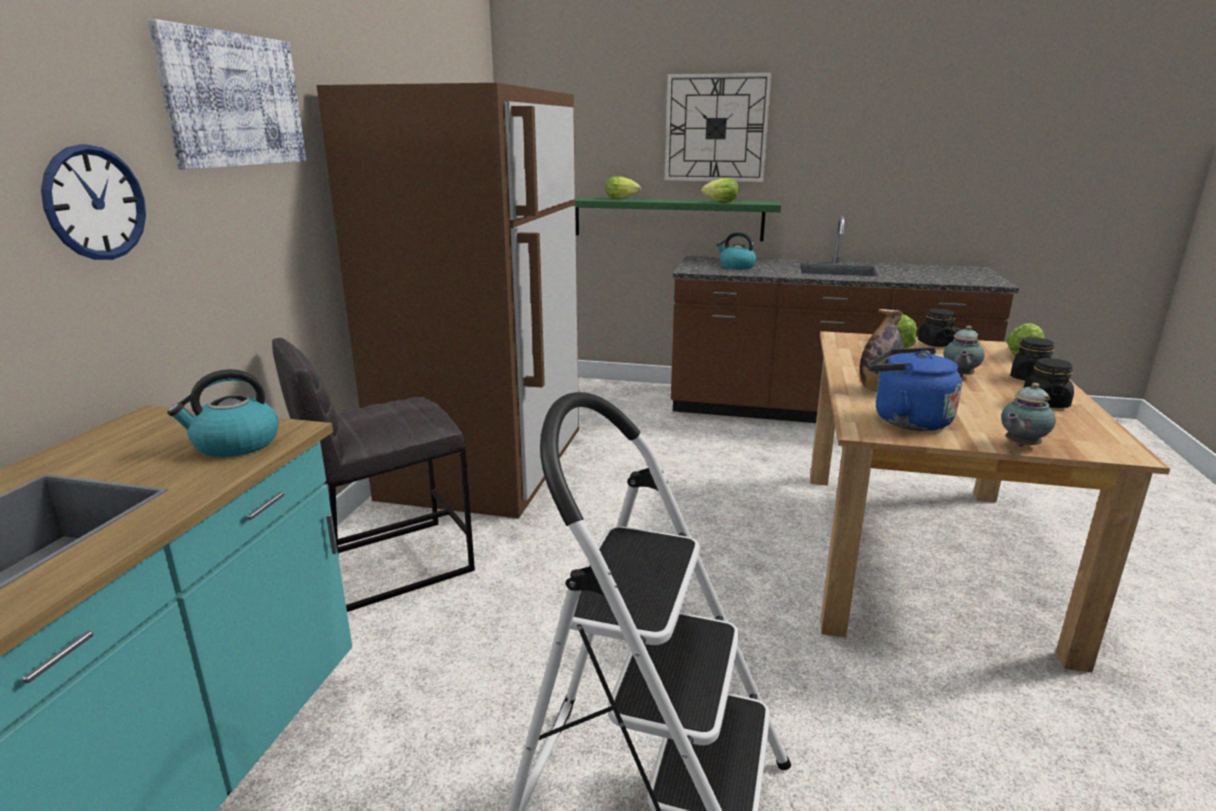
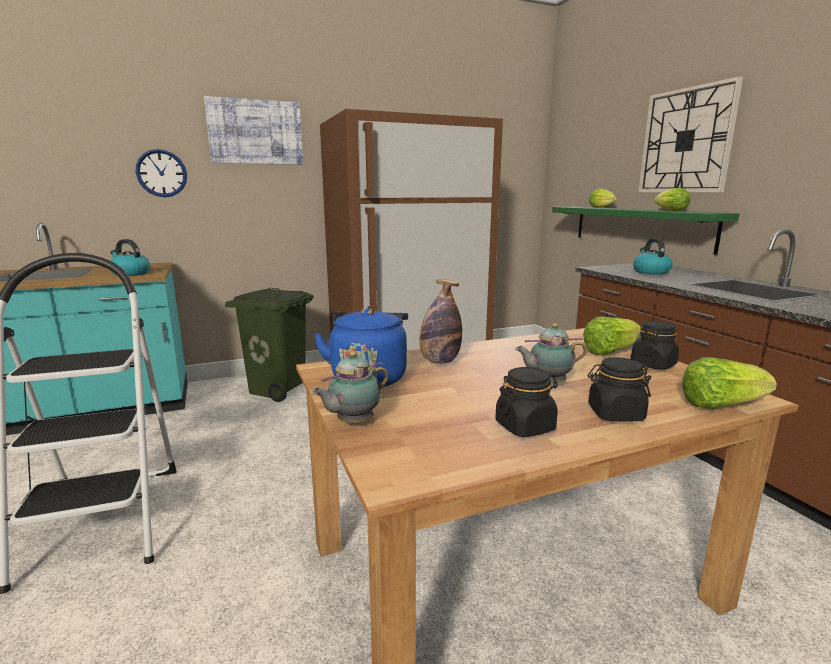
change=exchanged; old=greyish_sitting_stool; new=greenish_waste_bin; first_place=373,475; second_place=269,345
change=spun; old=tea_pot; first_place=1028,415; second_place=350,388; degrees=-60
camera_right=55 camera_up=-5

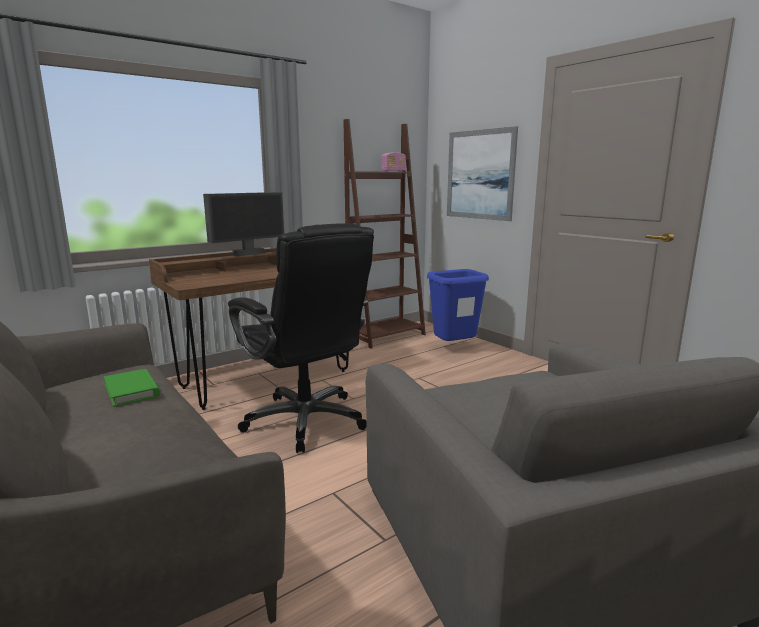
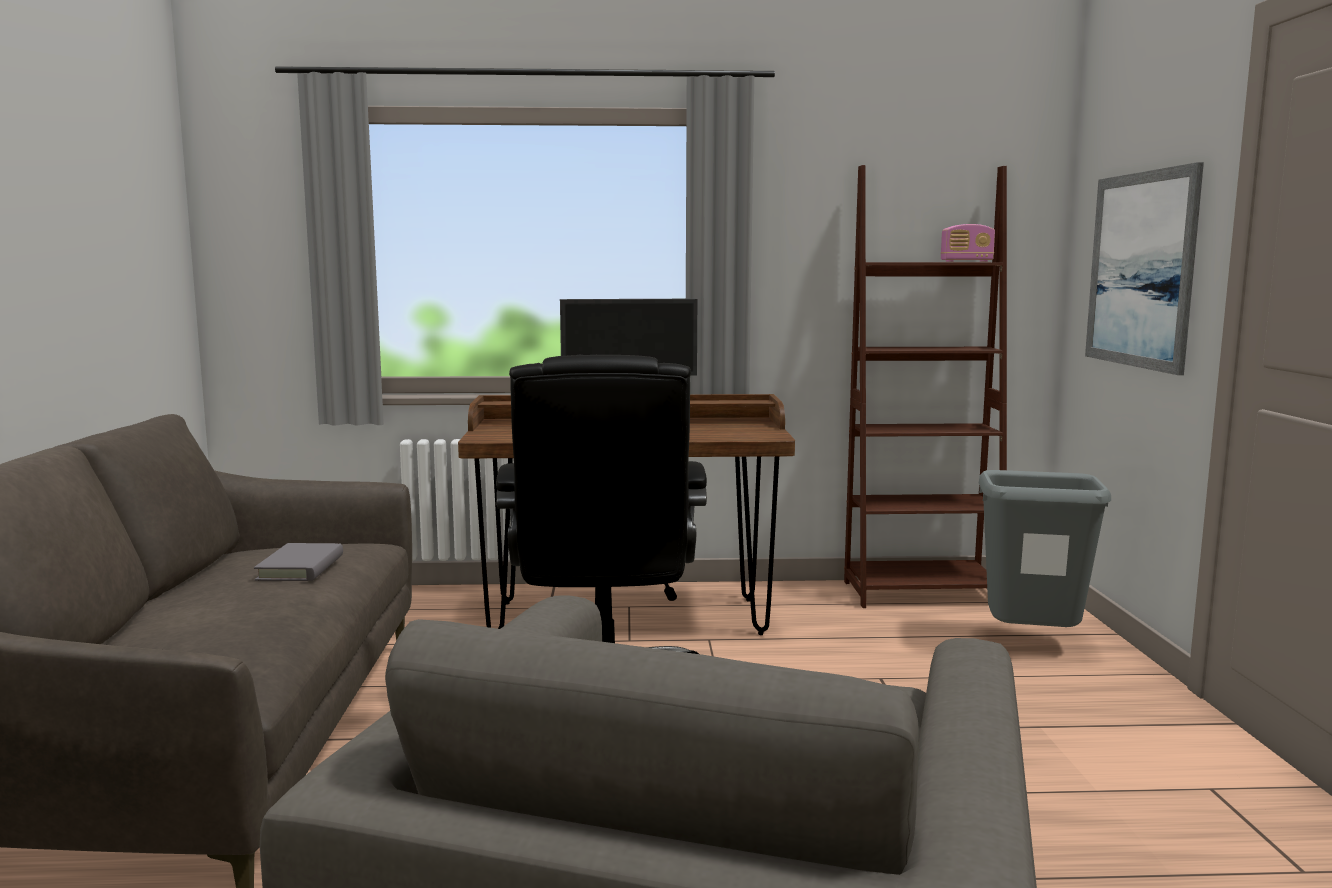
change=colour; old=blue_waste_bin; new=greyish_waste_bin; first_place=458,305; second_place=1045,548
change=colour; old=greenish_bound_book; new=greyish_bound_book; first_place=132,388; second_place=298,562
camera_right=35 camera_up=-5

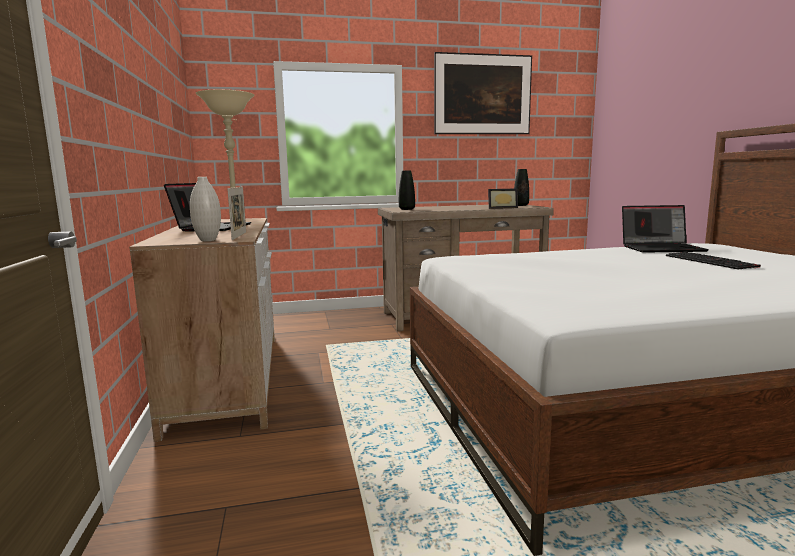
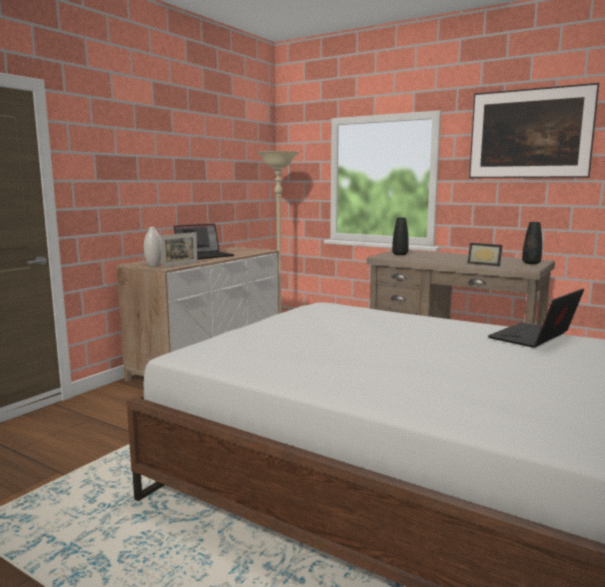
change=spun; old=laptop; first_place=665,229; second_place=536,318; degrees=90
change=missing; old=computer_keyboard; first_place=713,260
camera_right=45 camera_up=0

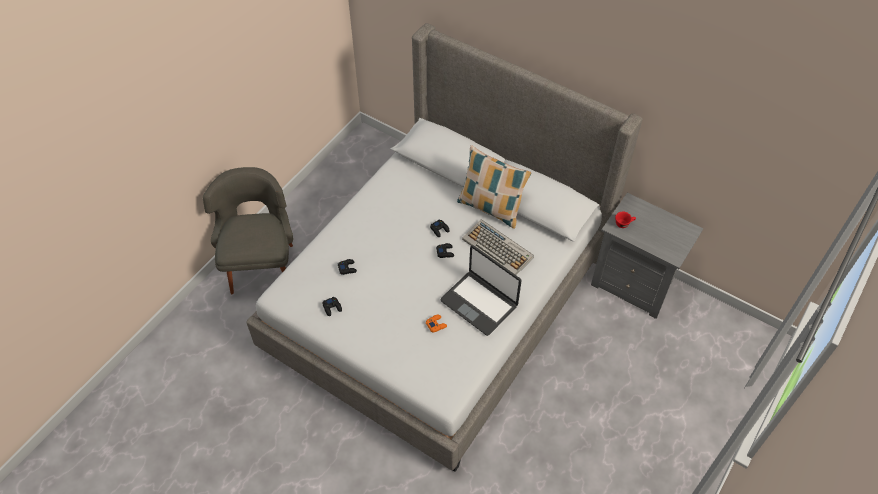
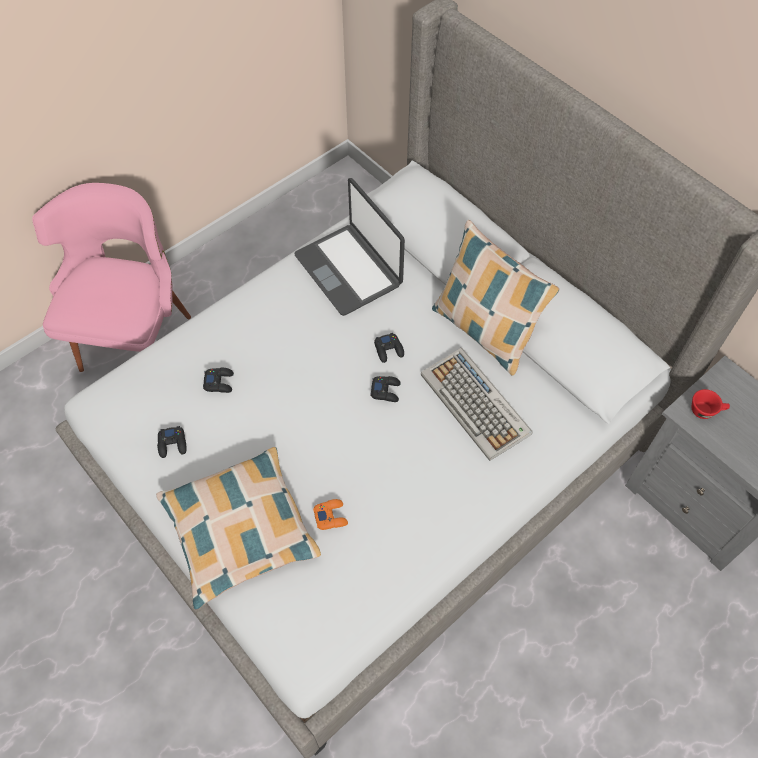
change=colour; old=greyish_plain_chair; new=pink-coloured_plain_chair; first_place=248,230; second_place=111,277
change=relocated; old=laptop; first_place=481,290; second_place=349,247
change=appeared; new=pillow; second_place=238,528
camera_right=15 camera_up=5

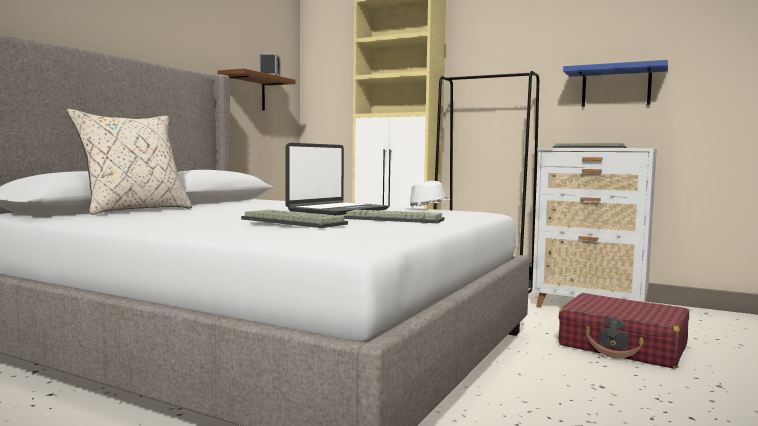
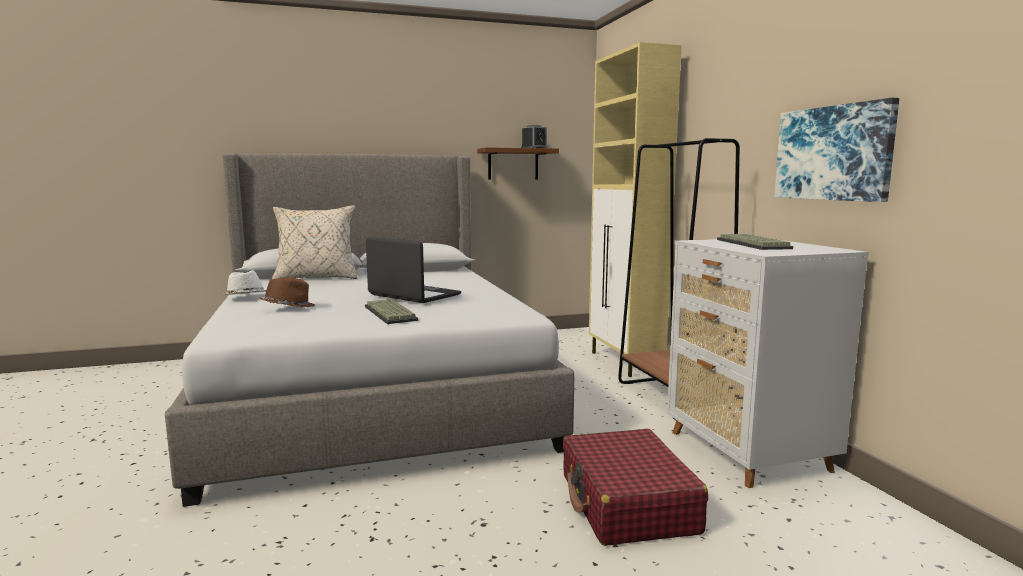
change=exchanged; old=blue_shelf; new=wall_picture; first_place=615,83; second_place=836,150
change=spun; old=laptop; first_place=337,179; second_place=413,270; degrees=-135
change=relocated; old=white_hat; first_place=428,194; second_place=244,282
change=exchanged; old=computer_keyboard; new=brownish_hat; first_place=294,219; second_place=288,292
camera_right=45 camera_up=5

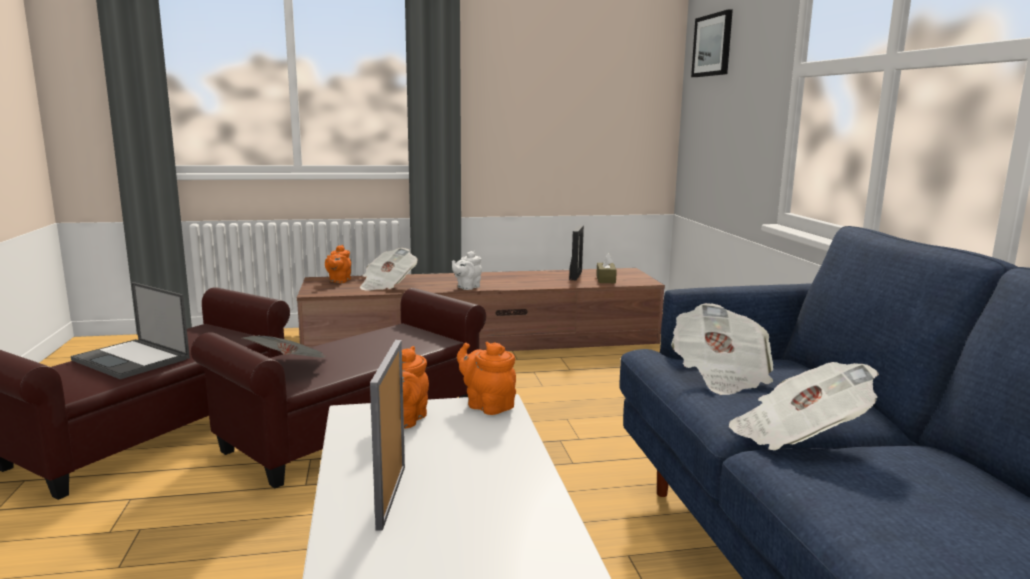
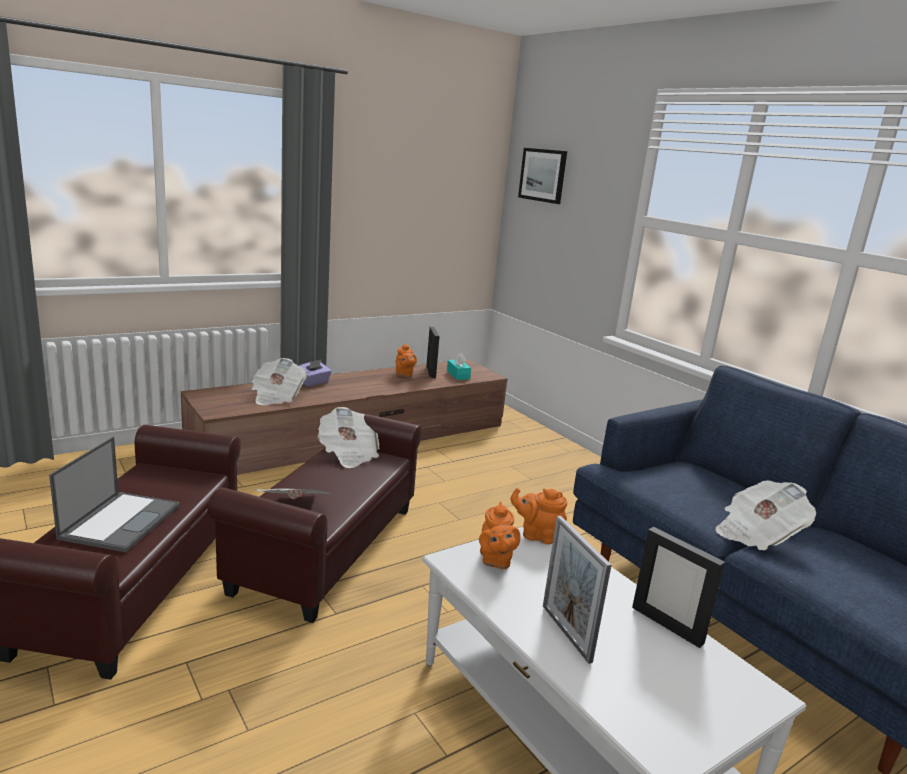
change=relocated; old=orange_tea_pot; first_place=338,264; second_place=406,360
change=missing; old=white_tea_pot; first_place=467,270
change=colour; old=brownish_tissue_box; new=blue-green_tissue_box; first_place=606,268; second_place=459,366
change=spun; old=laptop; first_place=130,330; second_place=114,494; degrees=-90
change=relocated; old=printed_paper; first_place=722,349; second_place=348,437
change=appeared; new=purple-coloured_tissue_box; second_place=315,373
change=appeared; new=picture_frame; second_place=678,587
camera_right=-25 camera_up=5

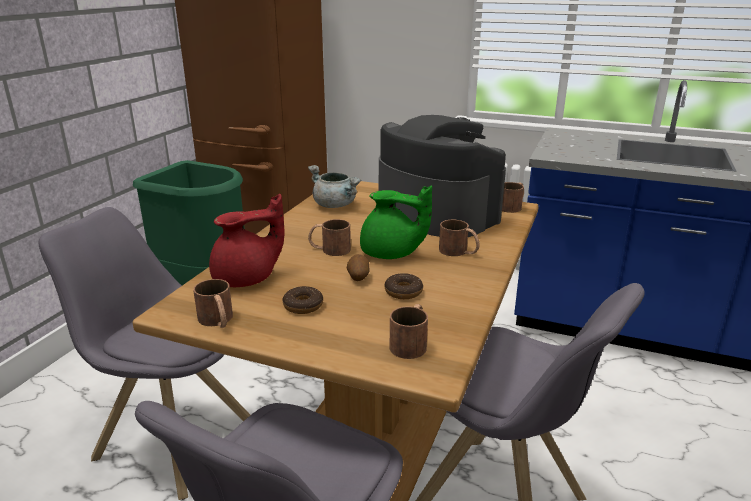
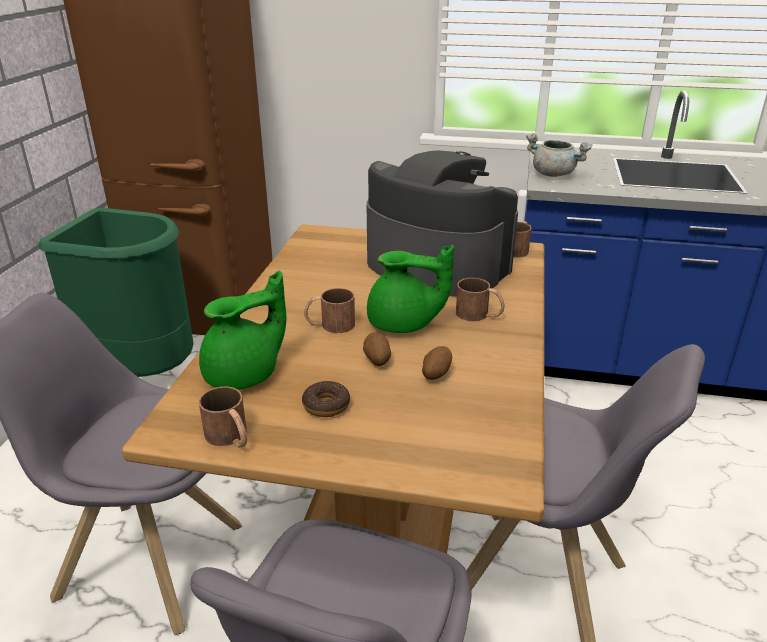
change=relocated; old=greyish_stockpot; first_place=334,186; second_place=559,155
change=colour; old=red_tea_pot; new=greenish_tea_pot; first_place=247,240; second_place=243,330
change=exchanged; old=ring_doughnut; new=spud; first_place=404,286; second_place=437,363
change=missing; old=brownish_tea_mug; first_place=409,331
camera_right=-10 camera_up=5

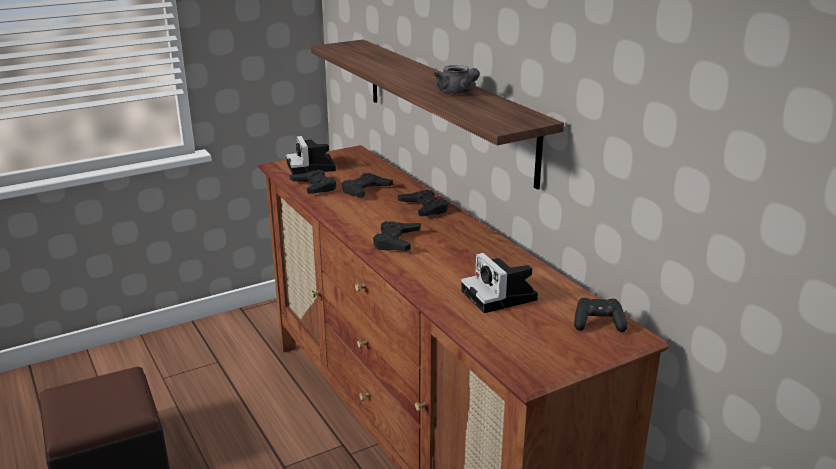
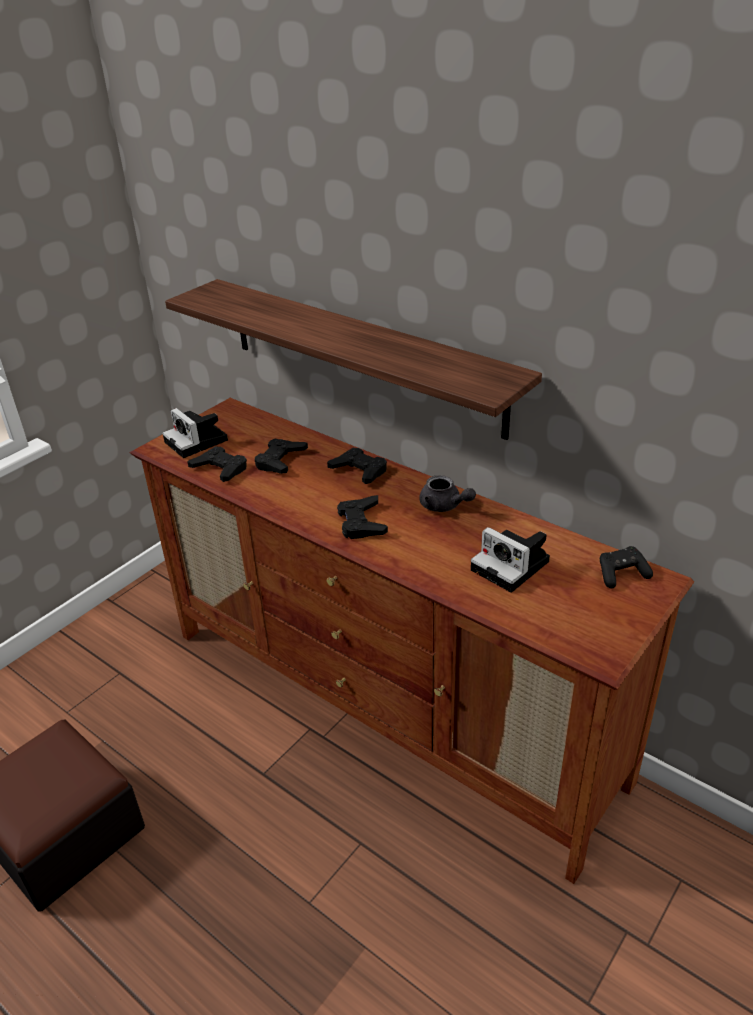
change=relocated; old=greyish_tea_pot; first_place=457,79; second_place=447,493
camera_right=-20 camera_up=10

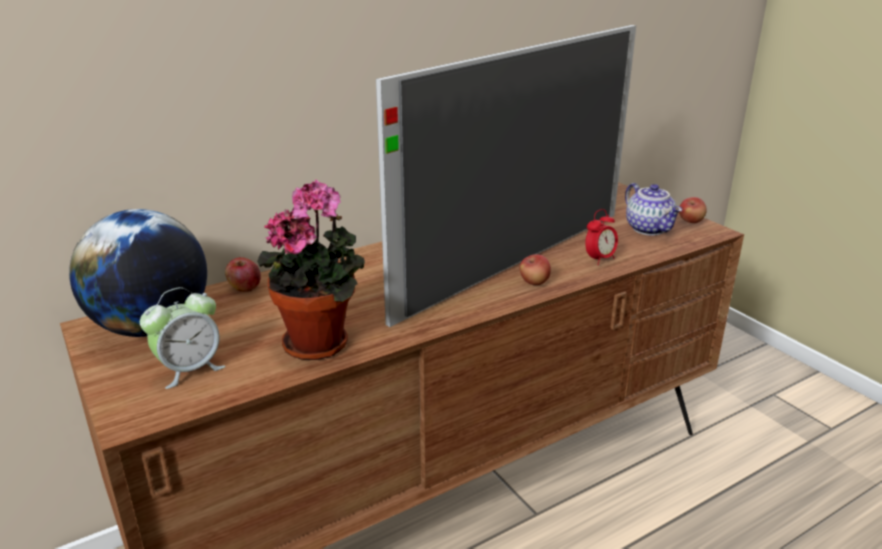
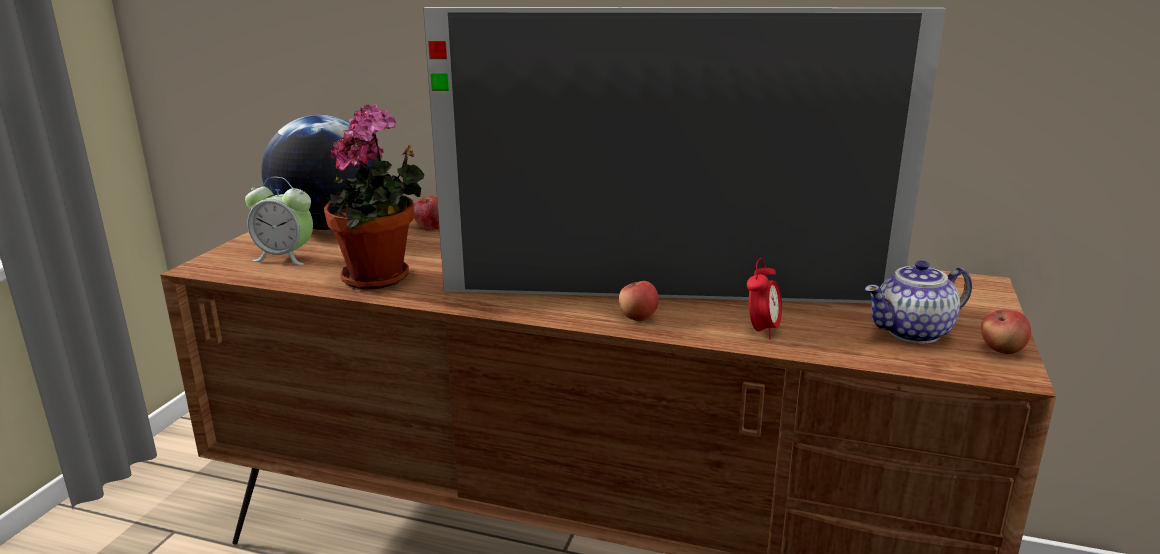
change=spun; old=tea_pot; first_place=653,209; second_place=918,302; degrees=45
change=spun; old=bedside_clock; first_place=601,237; second_place=764,299; degrees=-75
camera_right=50 camera_up=-5

